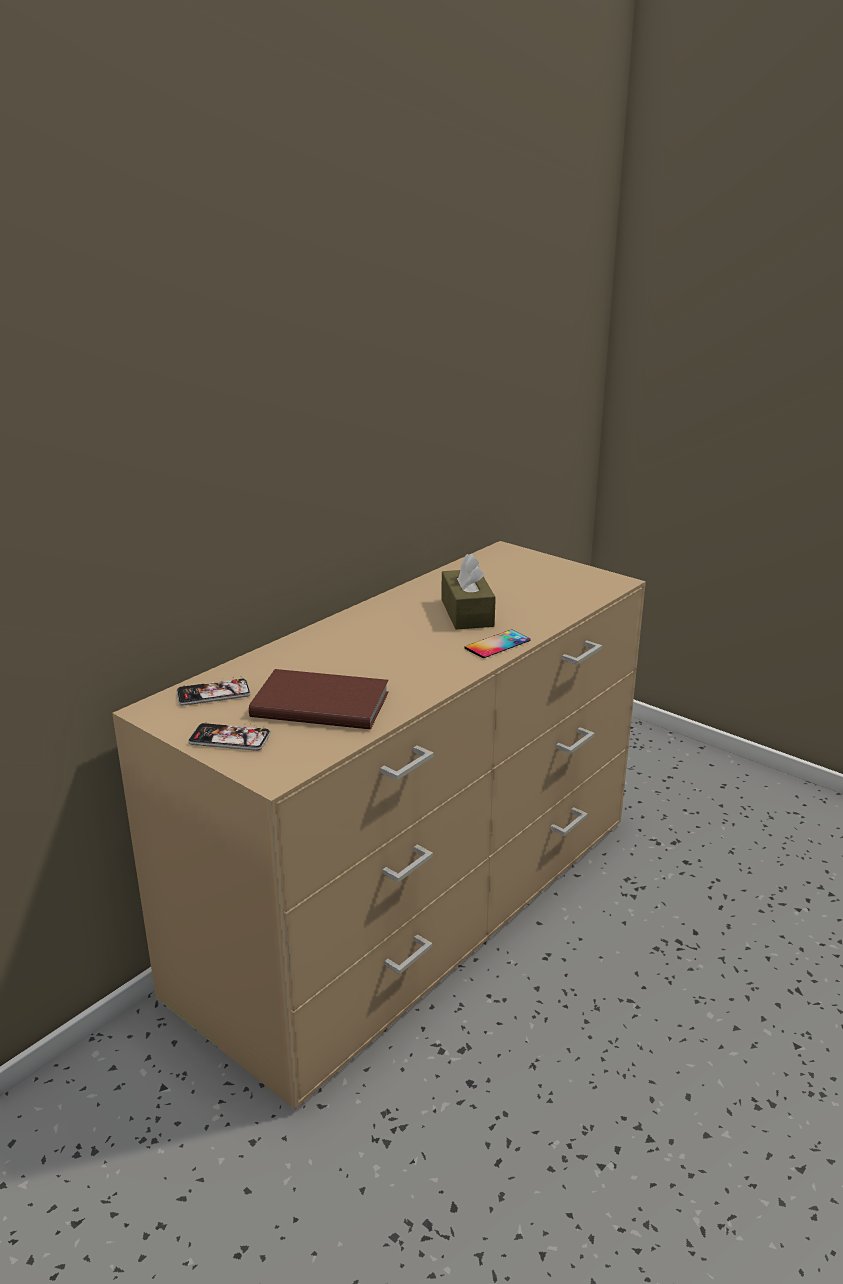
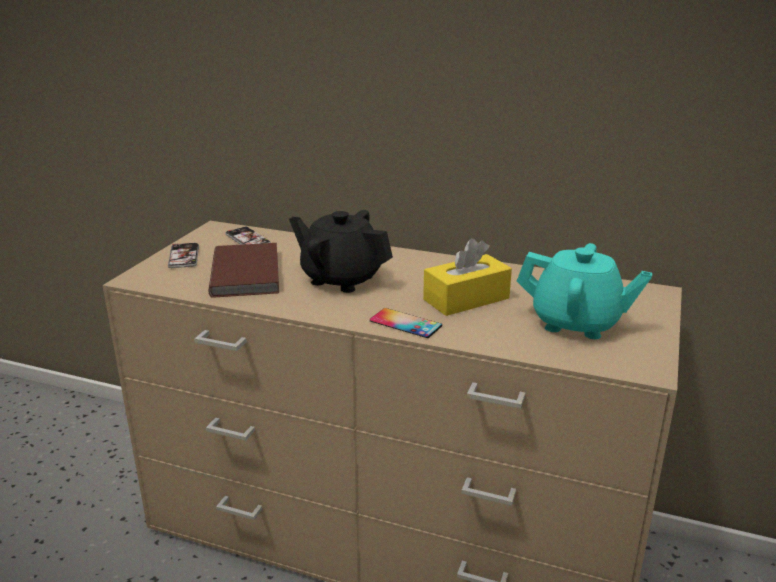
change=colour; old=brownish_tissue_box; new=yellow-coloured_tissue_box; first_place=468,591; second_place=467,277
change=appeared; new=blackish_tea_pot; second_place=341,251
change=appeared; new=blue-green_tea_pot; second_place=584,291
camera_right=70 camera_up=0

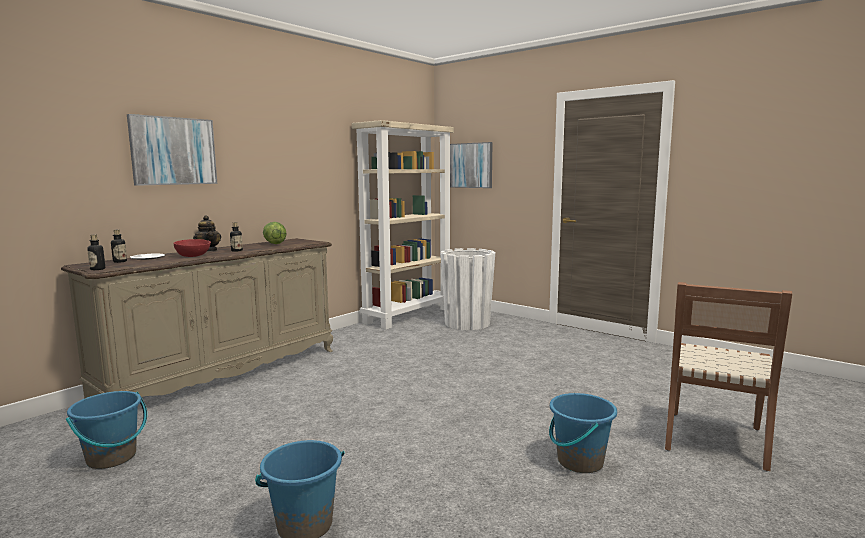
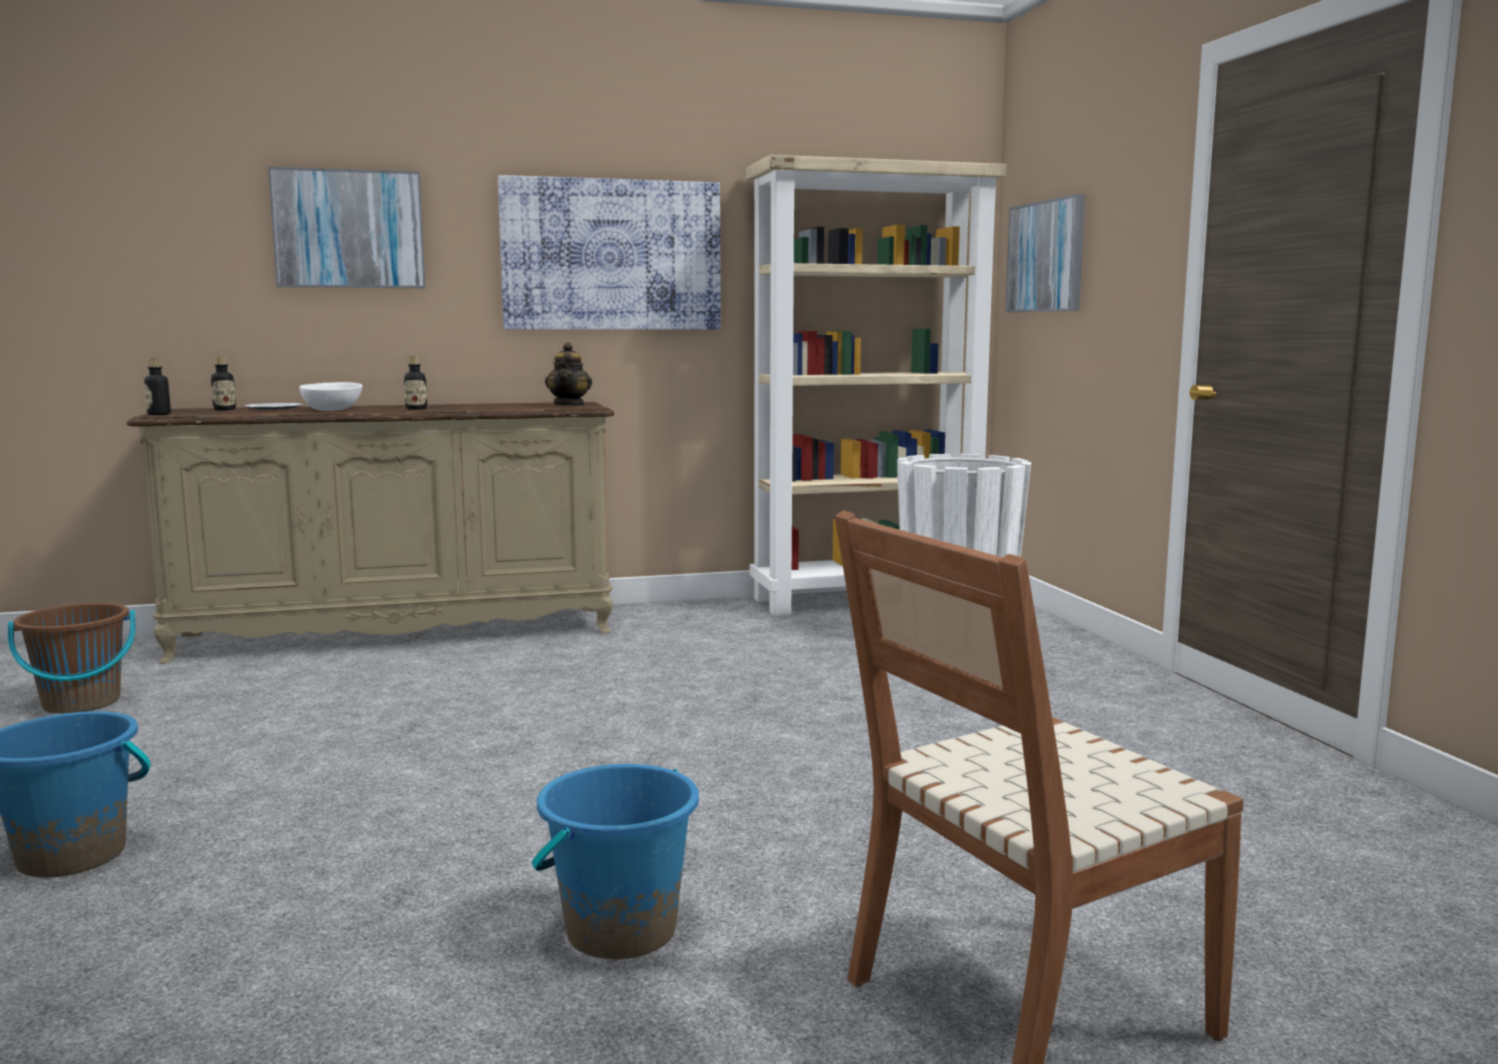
change=relocated; old=tea_pot; first_place=207,233; second_place=568,374
change=missing; old=lettuce_head; first_place=275,233
change=colour; old=red_deep_dish; new=white_deep_dish; first_place=192,248; second_place=331,396
change=colour; old=blue_bucket; new=brownish_bucket; first_place=106,430; second_place=72,658
change=appeared; new=wall_picture; second_place=609,252
camera_right=35 camera_up=0

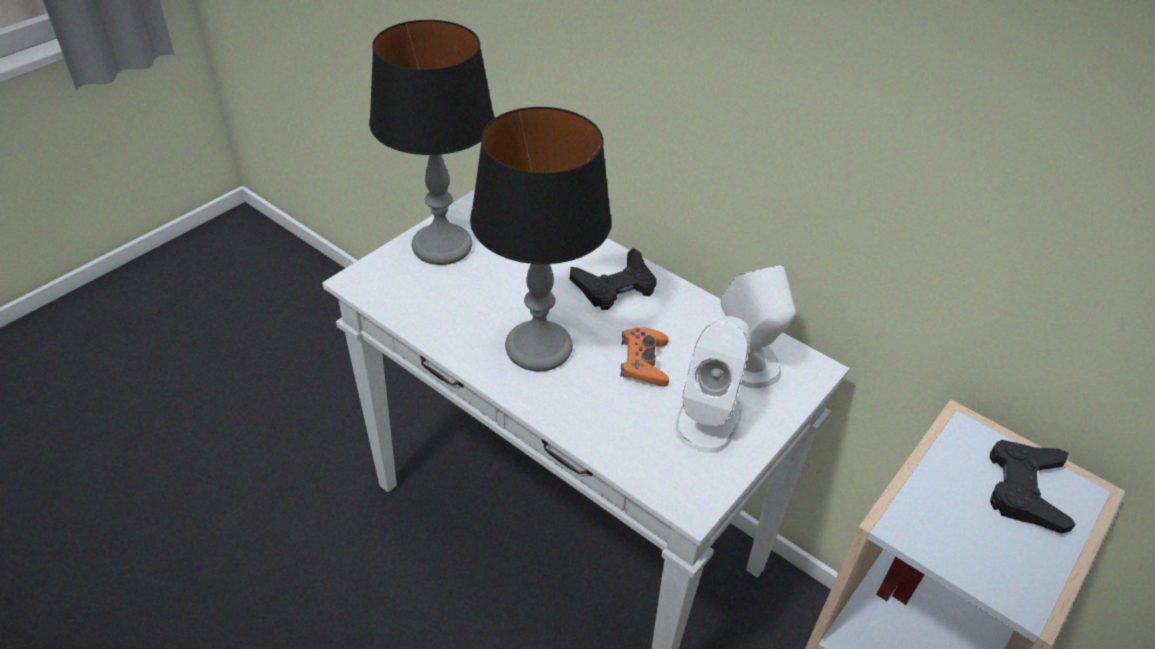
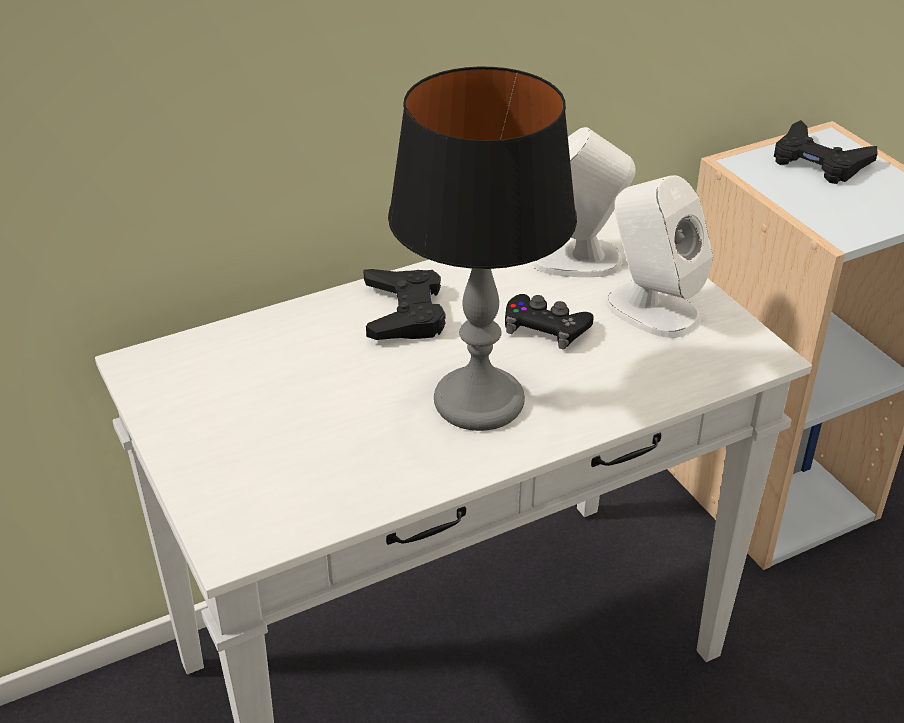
change=missing; old=lamp_for_a_table; first_place=432,142
change=colour; old=orange_joypad; new=blackish_joypad; first_place=644,357; second_place=549,322
camera_right=-65 camera_up=-5

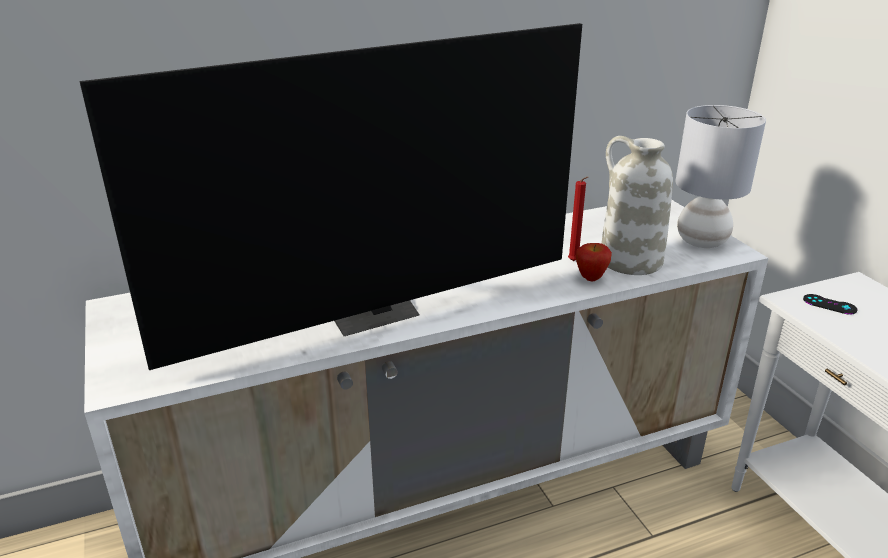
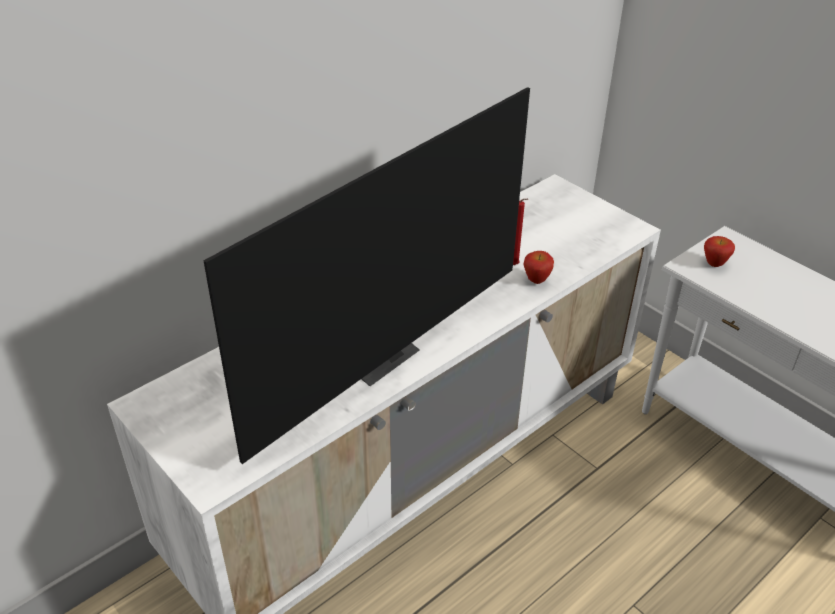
change=missing; old=greyish_lamp_for_a_table; first_place=720,176
change=missing; old=white_vase; first_place=637,205
change=exchanged; old=blackish_joypad; new=apple_fruit; first_place=830,304; second_place=719,251
camera_right=-20 camera_up=10

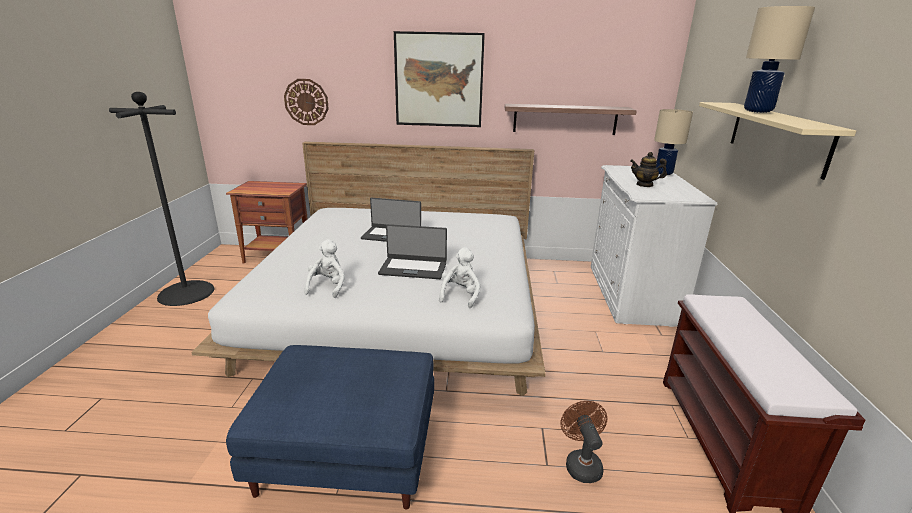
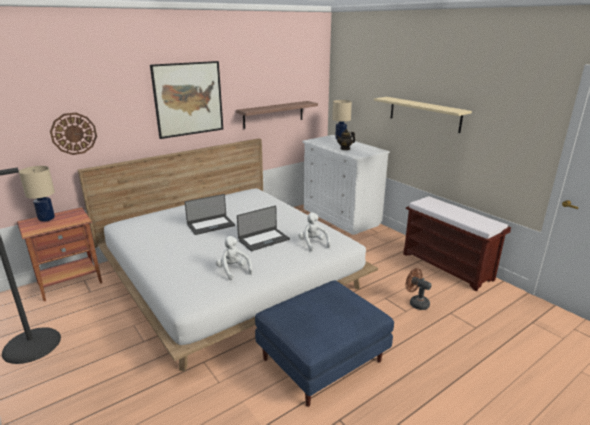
change=relocated; old=sand-coloured_lamp_for_a_table; first_place=779,59; second_place=37,194
camera_right=-40 camera_up=0

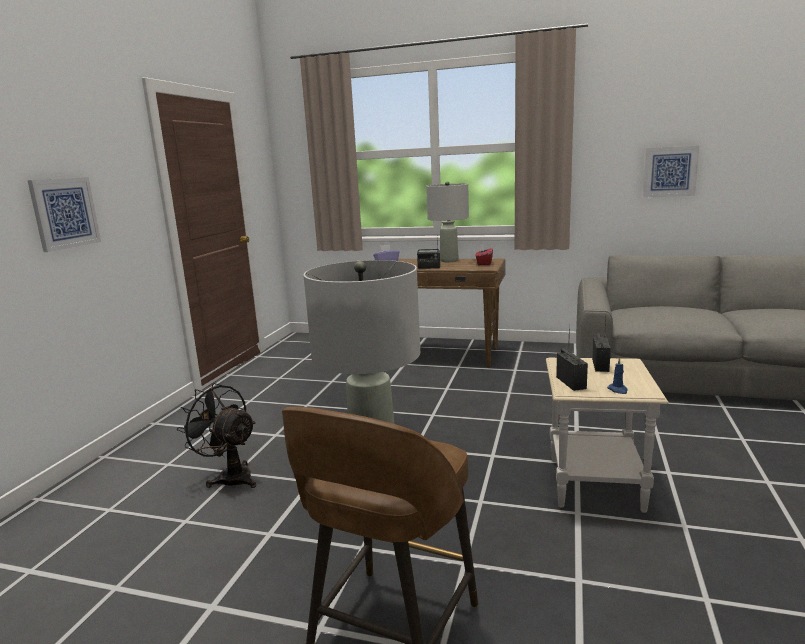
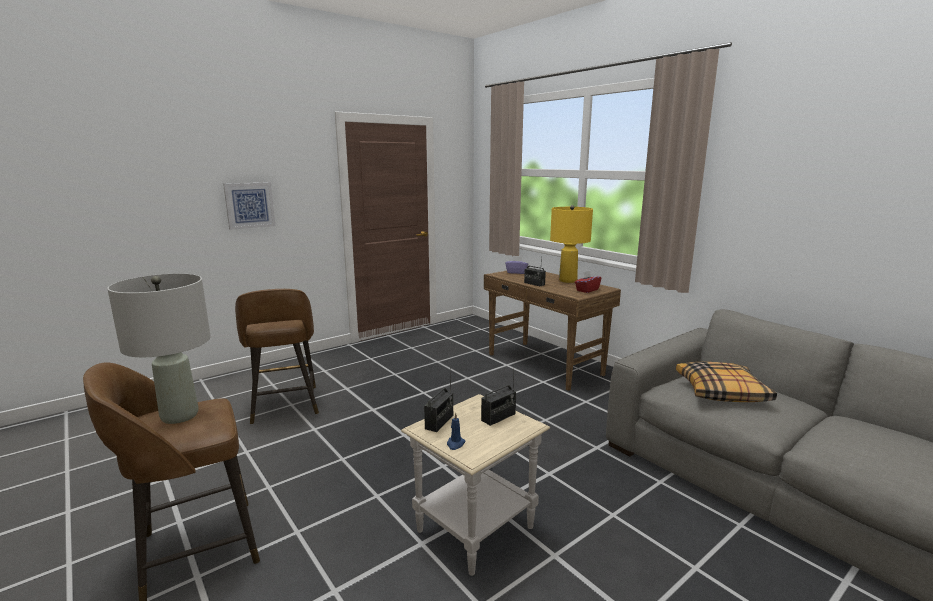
change=missing; old=wall_picture; first_place=671,171
change=colour; old=greyish_lamp_for_a_table; new=yellow-coloured_lamp_for_a_table; first_place=447,221; second_place=571,244
change=exchanged; old=blackish_cooling_fan; new=brownish_sitting_stool; first_place=216,435; second_place=277,356
change=appeared; new=pillow; second_place=726,382
camera_right=35 camera_up=0

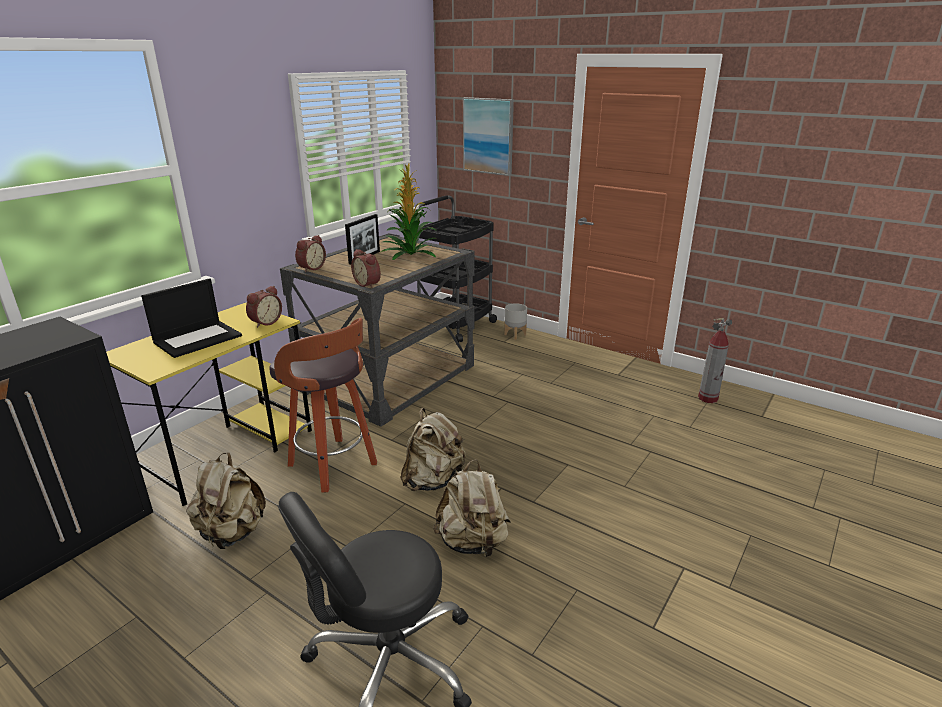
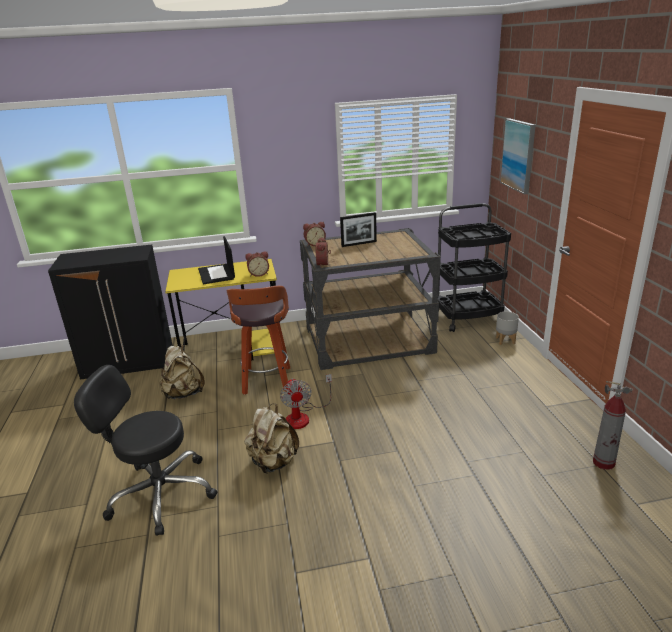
change=missing; old=potted_plant; first_place=409,211
change=spun; old=laptop; first_place=191,318; second_place=216,260; degrees=75
change=exchanged; old=sand-coloured_knapsack; new=cooling_fan; first_place=433,449; second_place=306,401
camera_right=45 camera_up=0

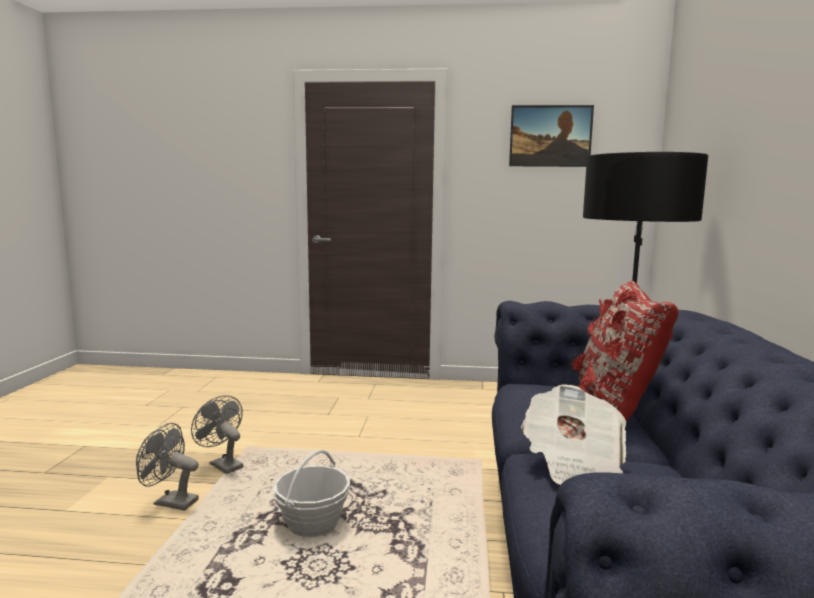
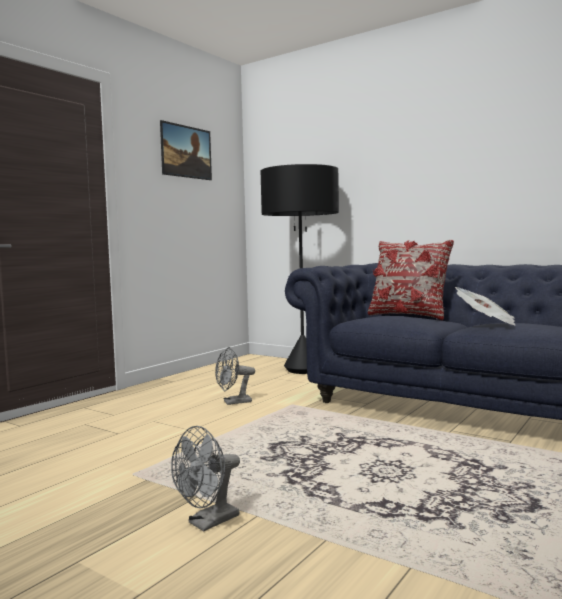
change=relocated; old=greyish_cooling_fan; first_place=217,434; second_place=235,376
change=missing; old=storage_basket; first_place=311,493
camera_right=-60 camera_up=-5

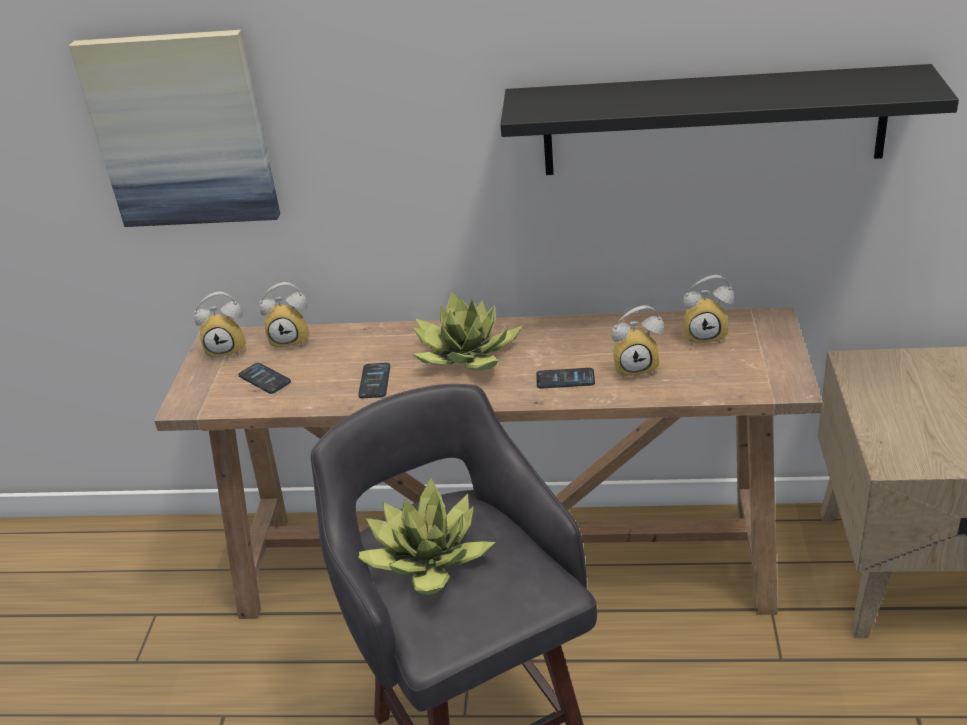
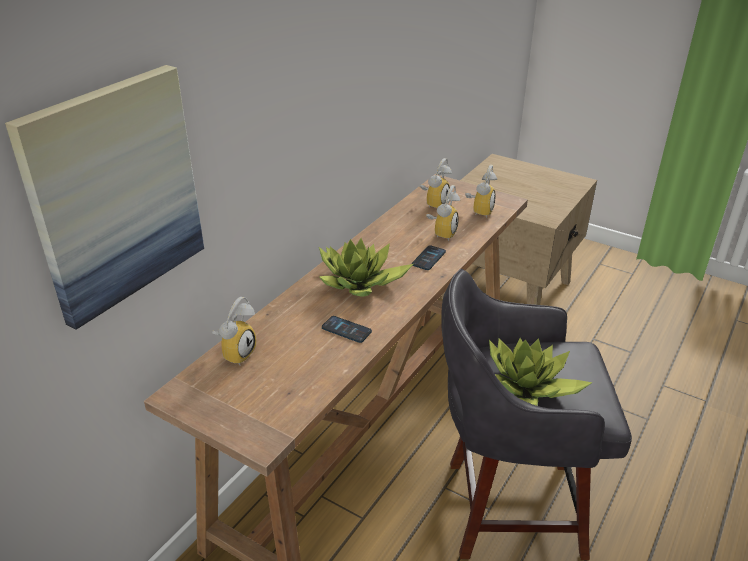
change=missing; old=blackish_shelf; first_place=730,119
change=relocated; old=bedside_clock; first_place=220,326; second_place=481,191
change=missing; old=handset; first_place=264,378
camera_right=-65 camera_up=0

